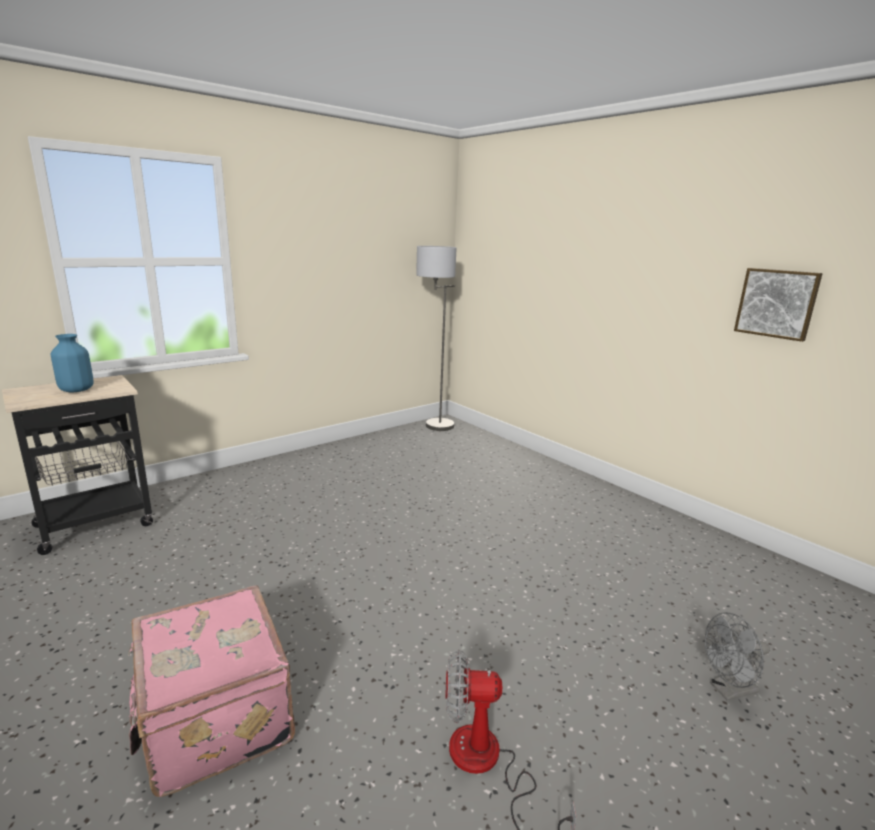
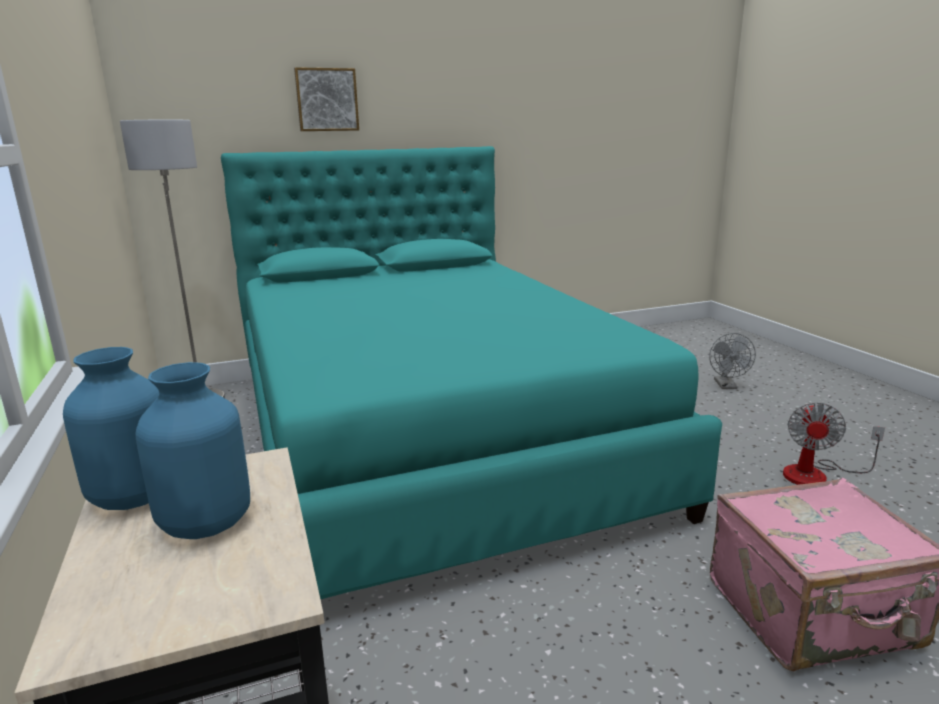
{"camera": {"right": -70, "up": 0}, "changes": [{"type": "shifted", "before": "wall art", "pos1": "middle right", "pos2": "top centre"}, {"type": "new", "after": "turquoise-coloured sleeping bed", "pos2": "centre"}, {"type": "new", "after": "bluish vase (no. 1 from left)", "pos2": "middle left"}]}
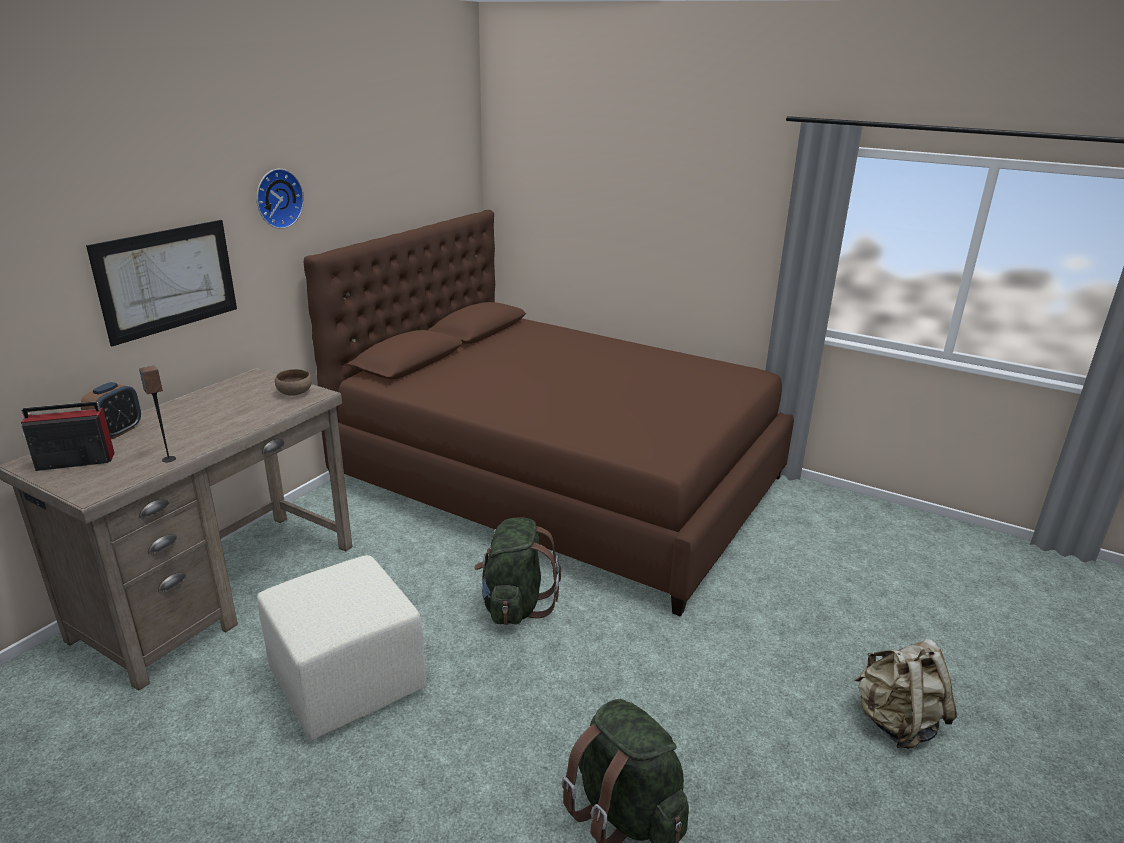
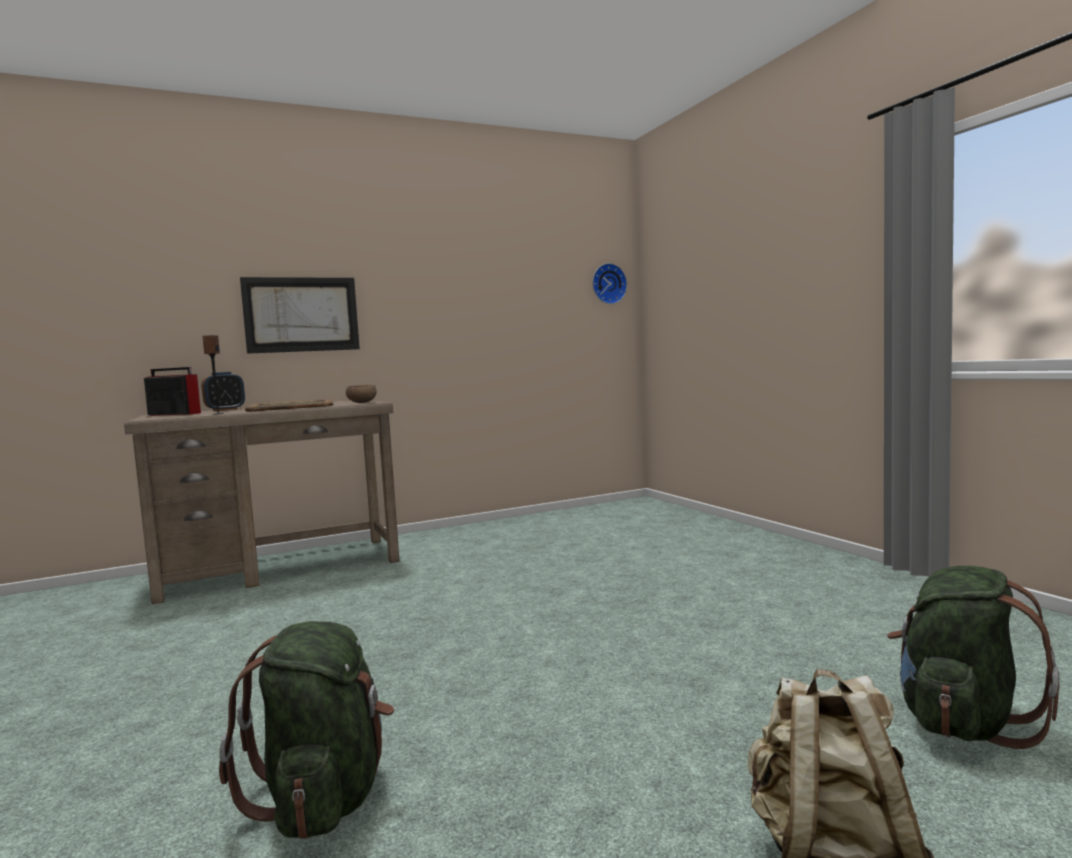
{"camera": {"right": 35, "up": -20}, "changes": [{"type": "shifted", "before": "clock on the wall", "pos1": "top left", "pos2": "top centre"}, {"type": "gone", "before": "brown sleeping bed", "pos1": "centre"}, {"type": "shifted", "before": "greenish knapsack (no. 1 from left in the first image)", "after": "greenish knapsack (no. 2 from left)", "pos1": "bottom centre", "pos2": "bottom right"}, {"type": "gone", "before": "sand-coloured ottoman", "pos1": "bottom left"}, {"type": "new", "after": "tray", "pos2": "middle left"}]}
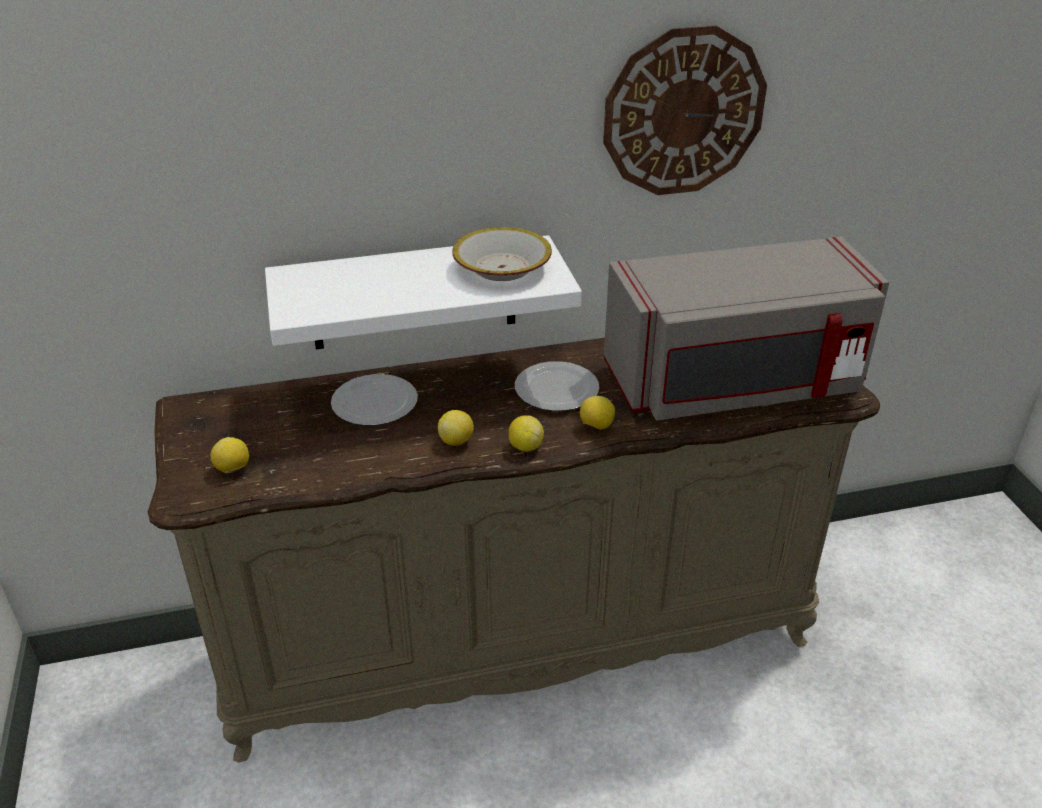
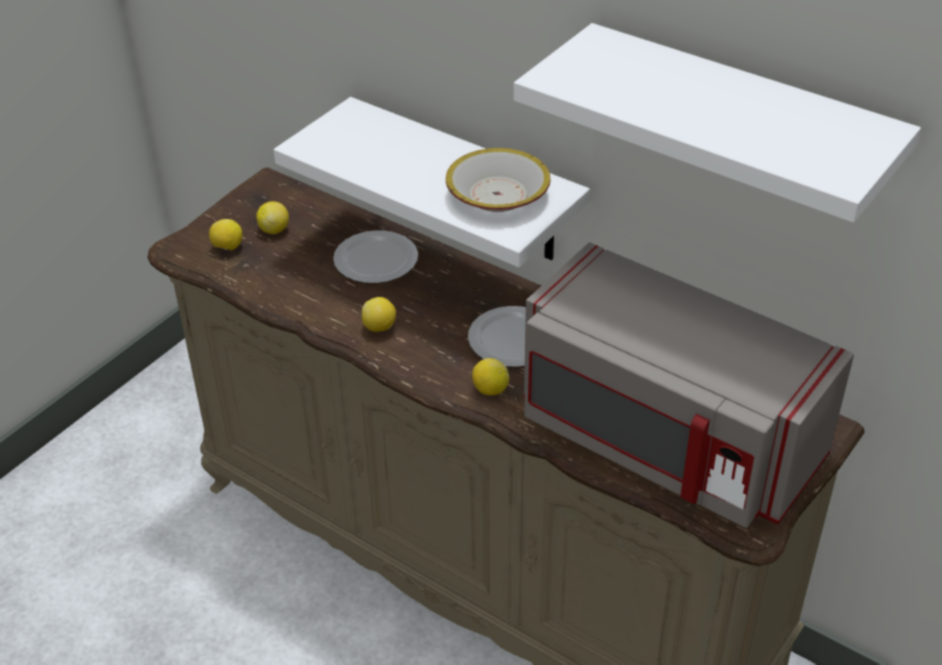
{"camera": {"right": 50, "up": 5}, "changes": [{"type": "swapped", "before": "clock on the wall", "after": "white-coloured shelf (no. 2 from left)", "pos1": "top centre", "pos2": "top right"}, {"type": "shifted", "before": "lemon (no. 3 from left in the first image)", "after": "lemon (no. 2 from left)", "pos1": "centre", "pos2": "top left"}]}
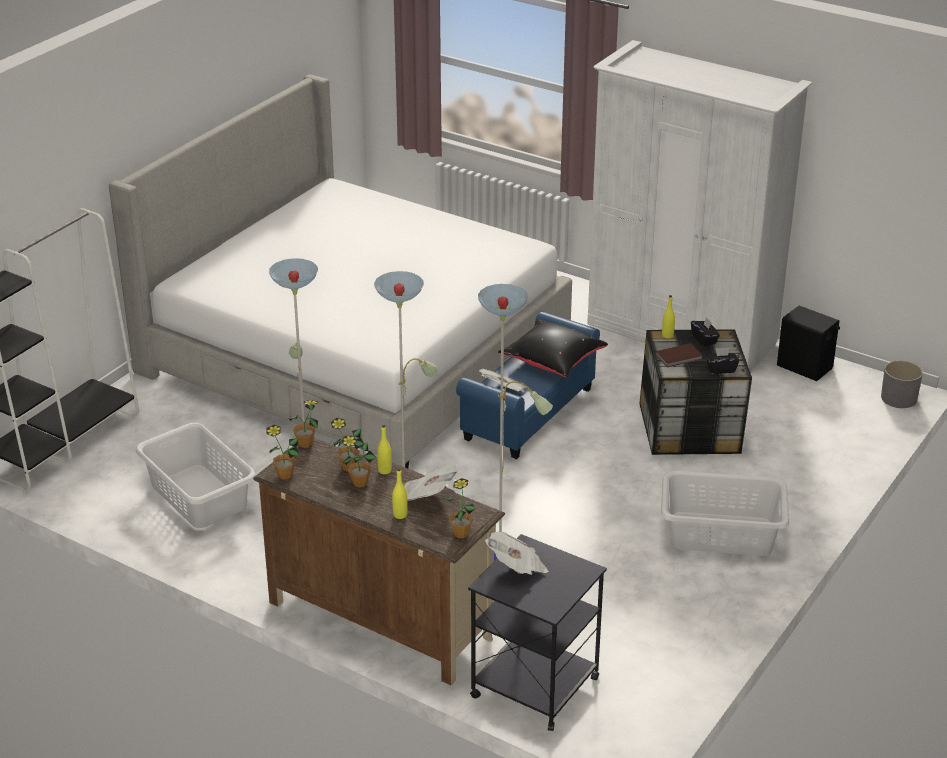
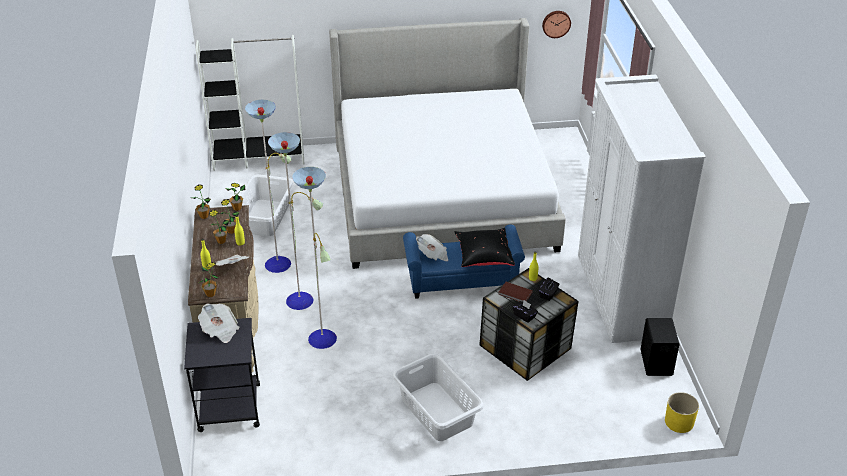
{"camera": {"right": 50, "up": 5}, "changes": [{"type": "repainted", "before": "grey planter", "after": "yellowish planter", "pos1": "middle right", "pos2": "bottom right"}, {"type": "new", "after": "clock on the wall", "pos2": "top centre"}]}
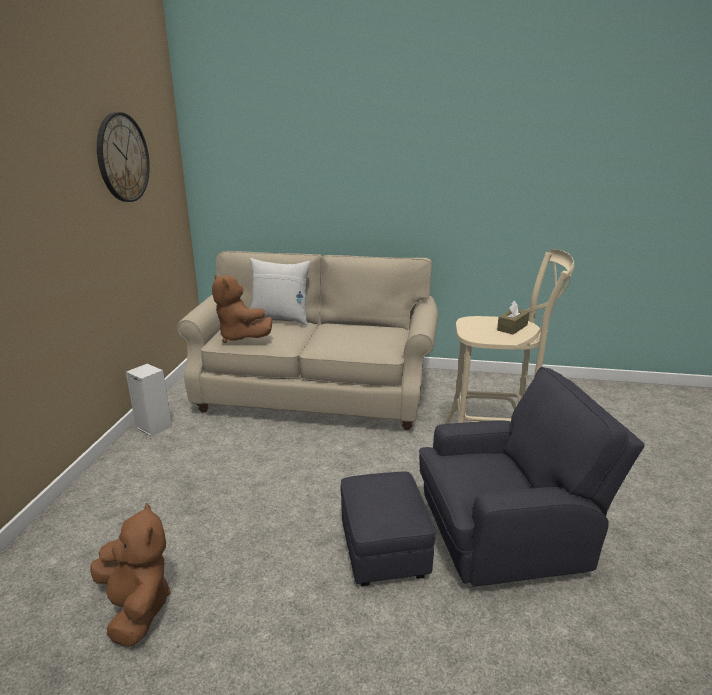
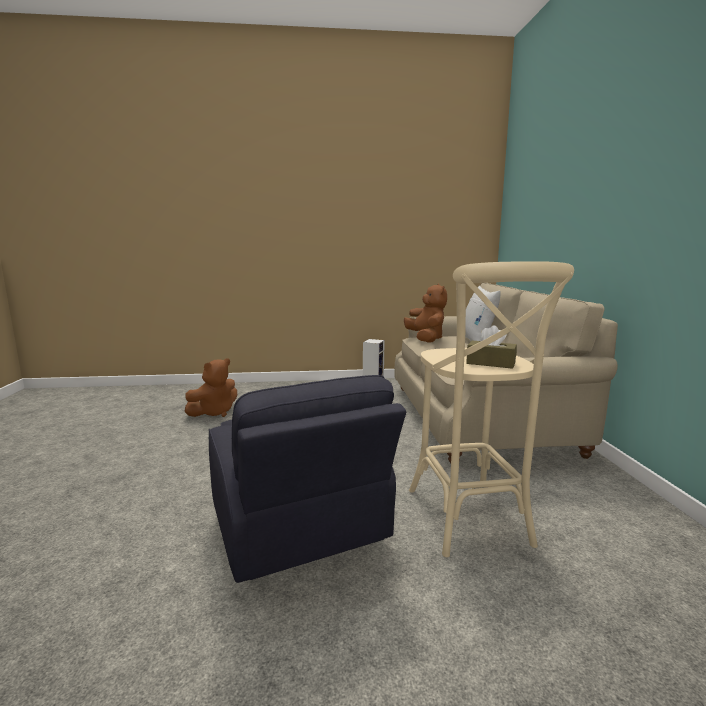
{"camera": {"right": 75, "up": -10}, "changes": [{"type": "gone", "before": "clock on the wall", "pos1": "top left"}, {"type": "rotated", "before": "brown cuddly toy (no. 2 from left)", "pos1": "centre", "pos2": "centre", "turn": 135}]}
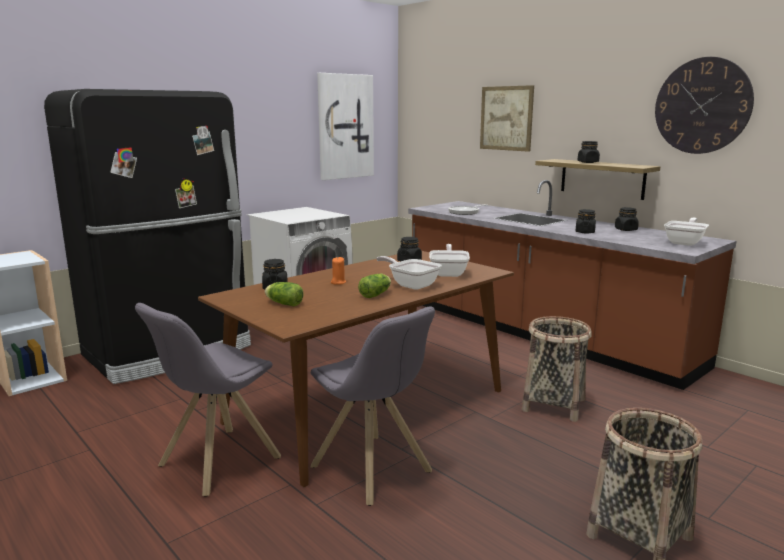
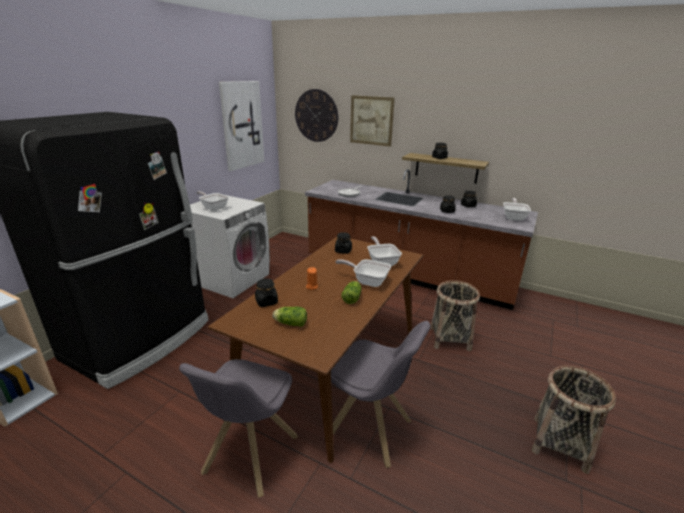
{"camera": {"right": -20, "up": 10}, "changes": [{"type": "shifted", "before": "clock on the wall", "pos1": "top right", "pos2": "top centre"}, {"type": "new", "after": "pan (no. 1 from left)", "pos2": "middle left"}]}
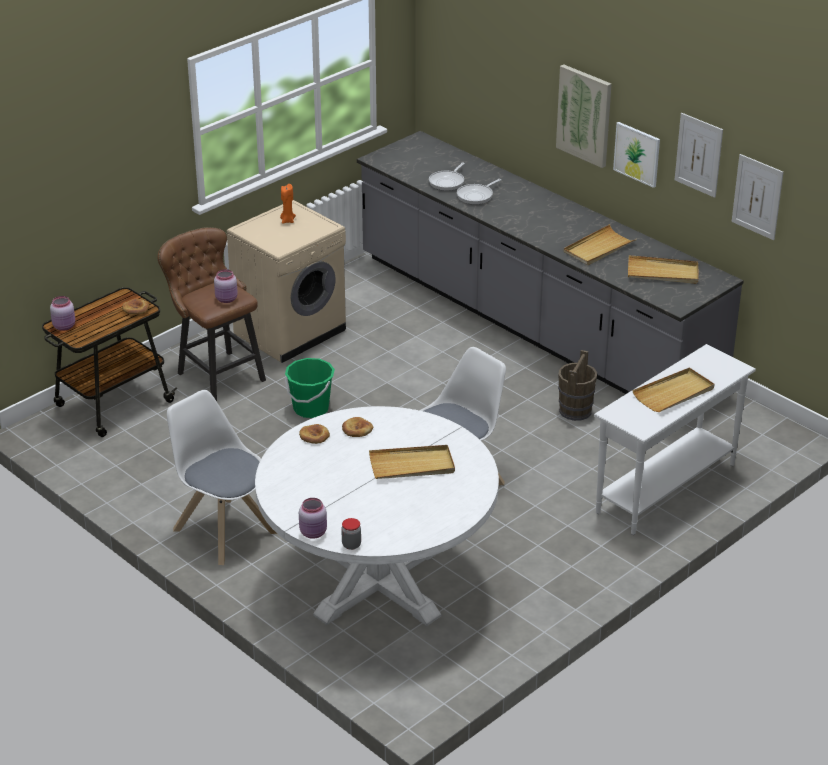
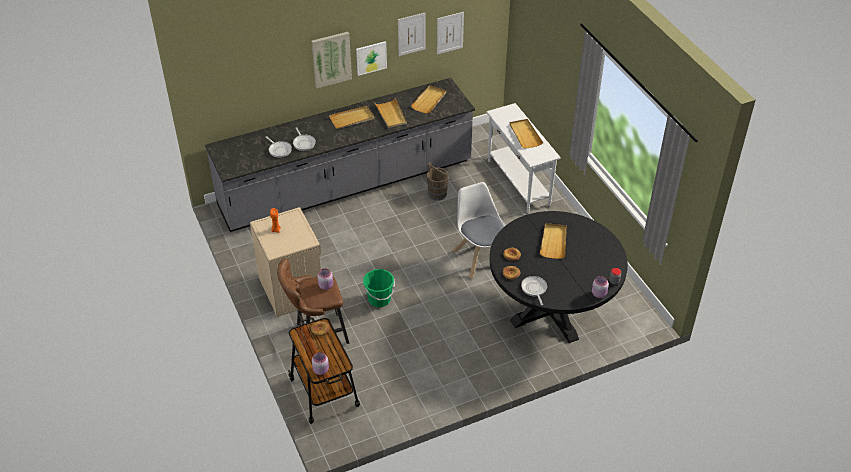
{"camera": {"right": -70, "up": 10}, "changes": [{"type": "gone", "before": "upright chair (no. 1 from left)", "pos1": "middle left"}, {"type": "repainted", "before": "white-coloured dining table", "after": "black dining table", "pos1": "bottom centre", "pos2": "centre"}, {"type": "new", "after": "sand-coloured tray (no. 1 from left)", "pos2": "top centre"}, {"type": "new", "after": "pan (no. 3 from left)", "pos2": "centre"}]}
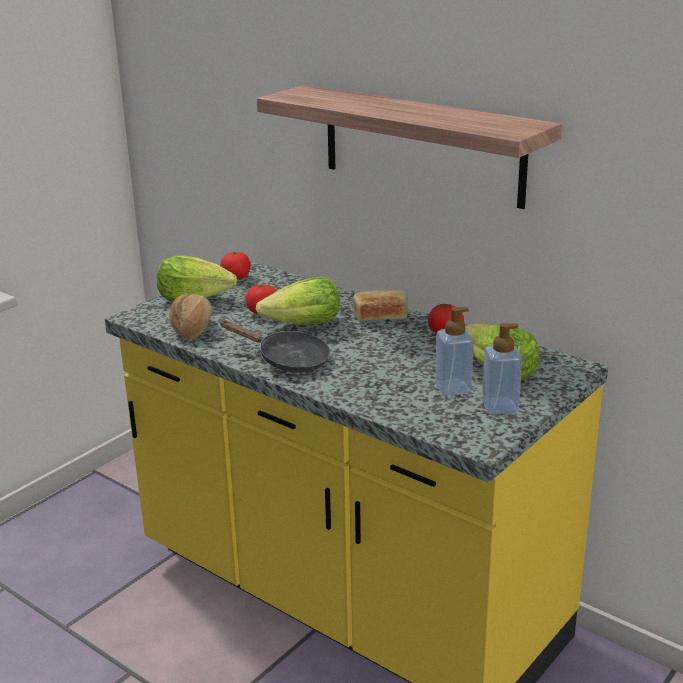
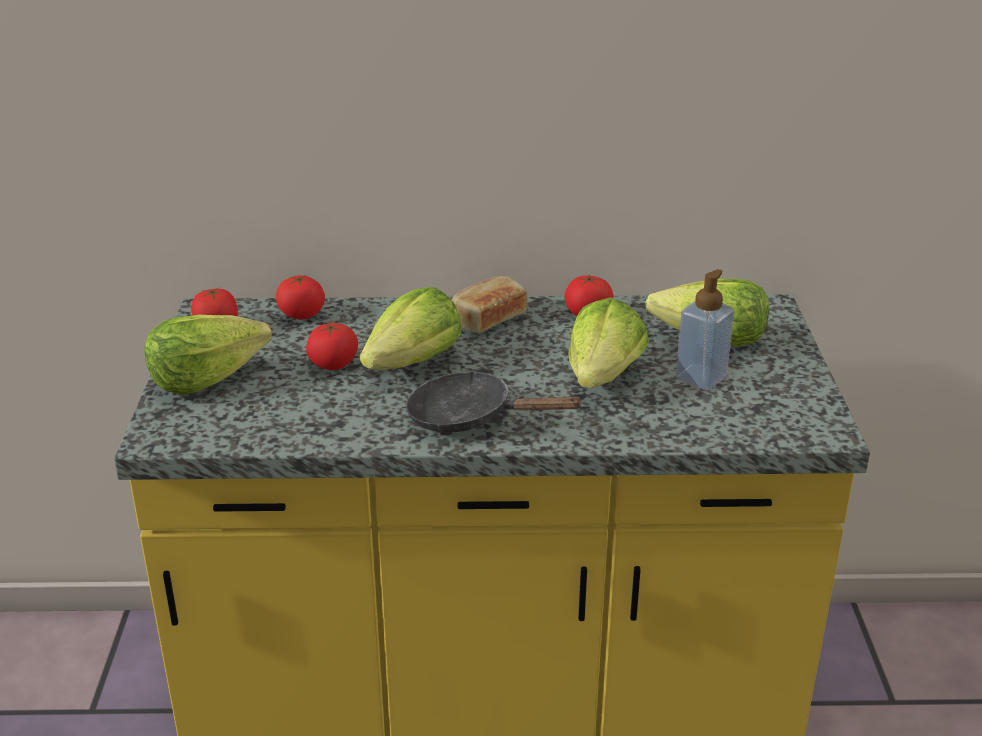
{"camera": {"right": -40, "up": 5}, "changes": [{"type": "gone", "before": "shelf", "pos1": "top centre"}, {"type": "gone", "before": "bakery bread (no. 1 from left)", "pos1": "middle left"}, {"type": "rotated", "before": "black pan", "pos1": "centre", "pos2": "centre", "turn": -150}, {"type": "gone", "before": "soap bottle (no. 2 from left)", "pos1": "middle right"}, {"type": "new", "after": "whole tomato (no. 2 from left)", "pos2": "middle left"}, {"type": "new", "after": "lettuce head (no. 3 from left)", "pos2": "centre"}]}
